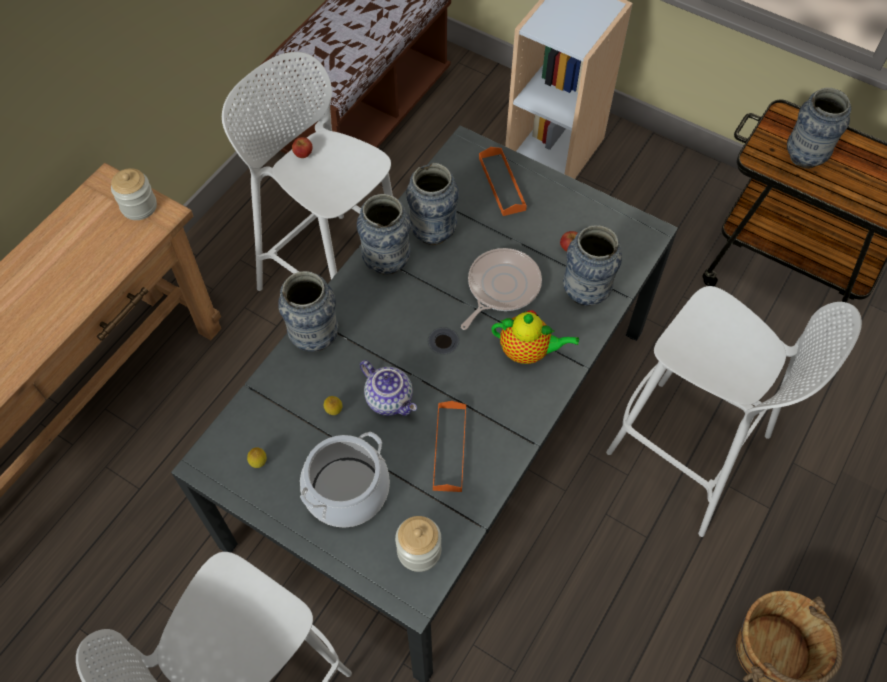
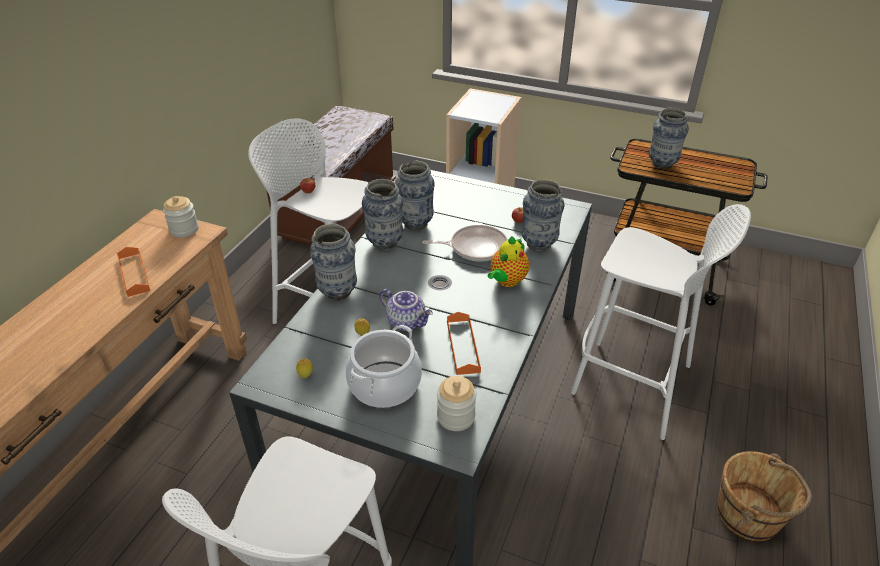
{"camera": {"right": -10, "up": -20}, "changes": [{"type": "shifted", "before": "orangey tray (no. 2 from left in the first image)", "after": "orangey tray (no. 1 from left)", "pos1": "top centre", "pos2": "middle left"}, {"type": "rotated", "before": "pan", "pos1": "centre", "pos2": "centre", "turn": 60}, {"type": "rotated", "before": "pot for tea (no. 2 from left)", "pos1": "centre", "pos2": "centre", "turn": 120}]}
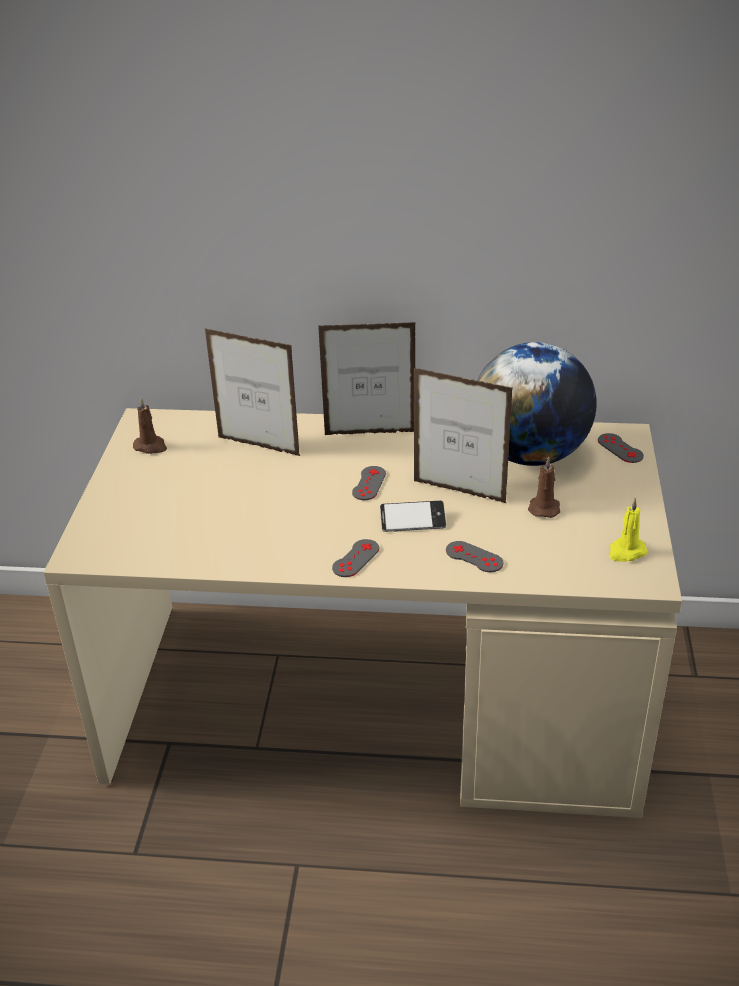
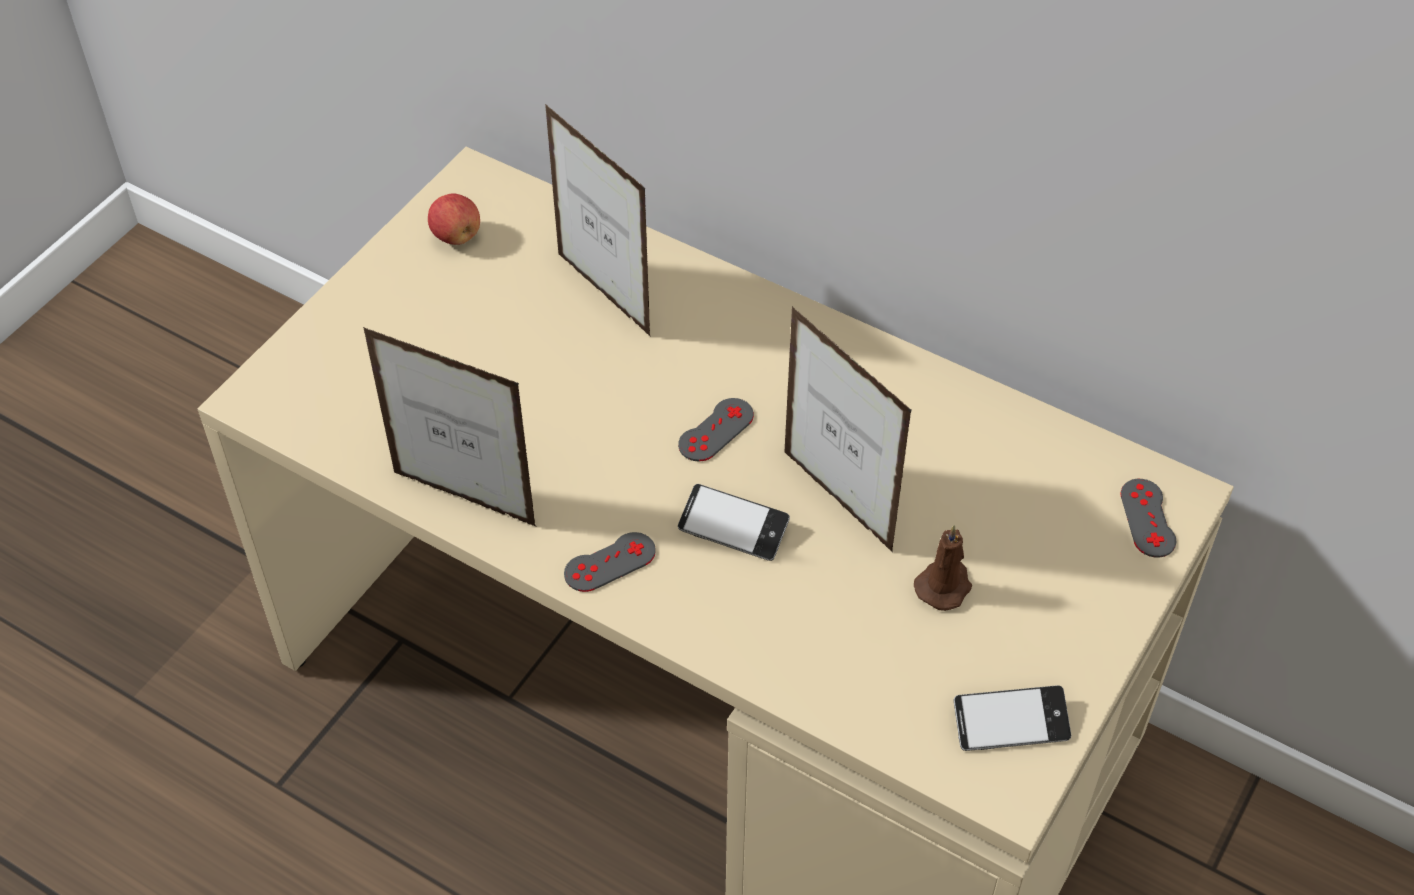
{"camera": {"right": 25, "up": 15}, "changes": [{"type": "shifted", "before": "photo frame (no. 2 from left in the first image)", "after": "photo frame (no. 1 from left)", "pos1": "centre", "pos2": "middle left"}, {"type": "gone", "before": "globe", "pos1": "middle right"}, {"type": "swapped", "before": "brown wax candle (no. 1 from left)", "after": "whole apple", "pos1": "middle left", "pos2": "top left"}, {"type": "swapped", "before": "yellowish wax candle", "after": "phone (no. 2 from left)", "pos1": "middle right", "pos2": "bottom right"}, {"type": "gone", "before": "grey gamepad (no. 3 from left)", "pos1": "centre"}]}
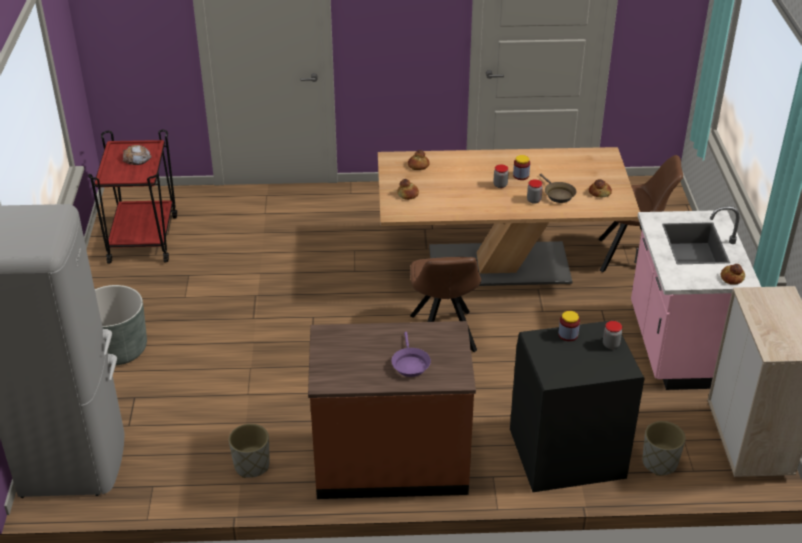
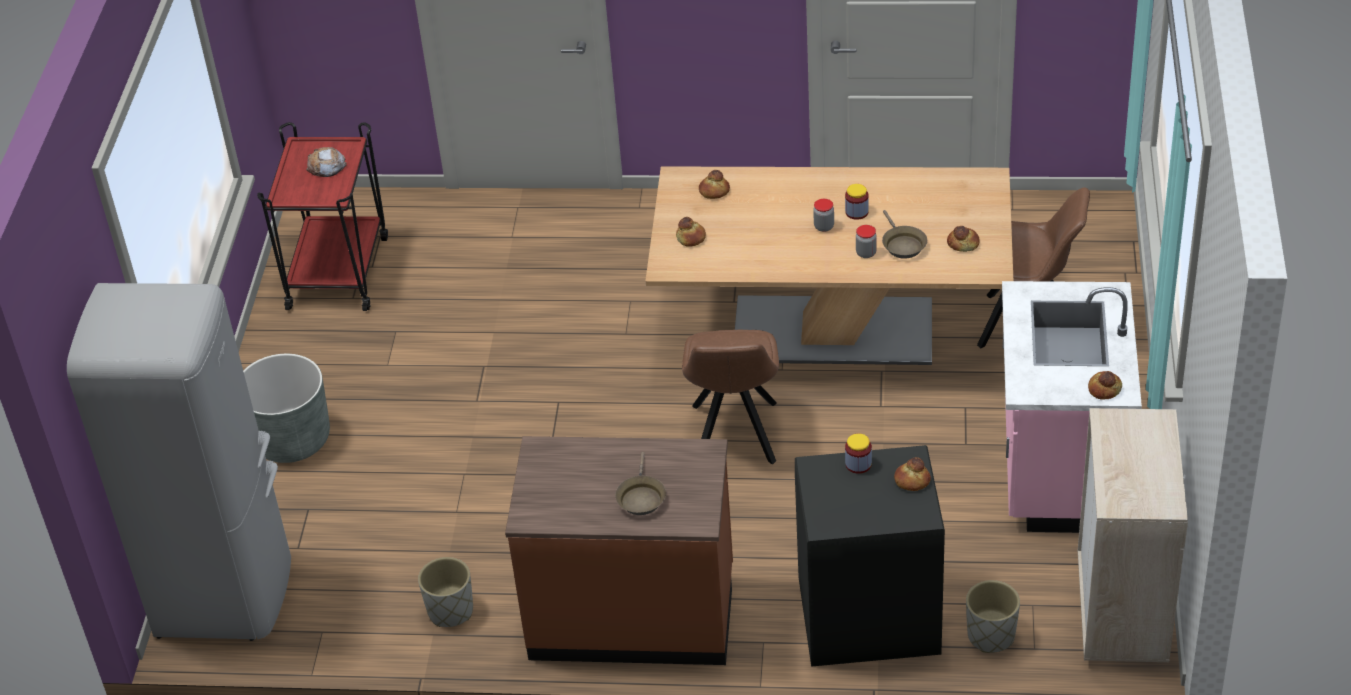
{"camera": {"right": 10, "up": 5}, "changes": [{"type": "swapped", "before": "jar (no. 5 from left)", "after": "bakery bread (no. 4 from left)", "pos1": "middle right", "pos2": "bottom right"}, {"type": "repainted", "before": "purple pan", "after": "brown pan (no. 1 from left)", "pos1": "centre", "pos2": "bottom centre"}]}
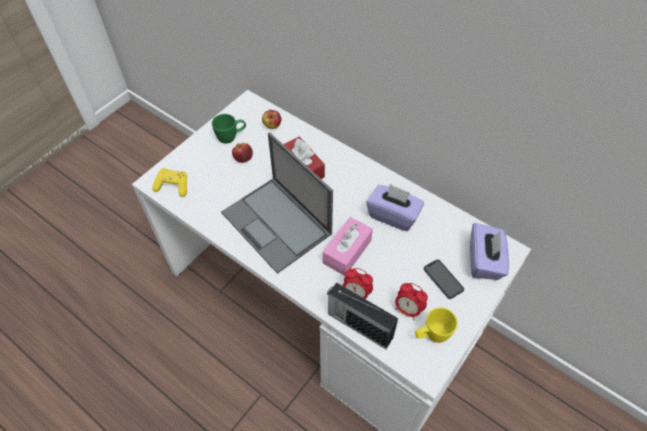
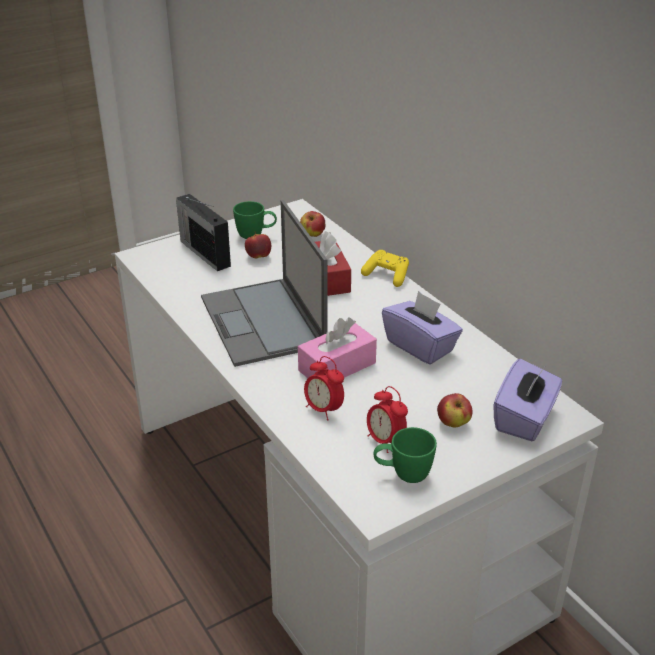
{"camera": {"right": 20, "up": -20}, "changes": [{"type": "shifted", "before": "yellowish gamepad", "pos1": "middle left", "pos2": "centre"}, {"type": "swapped", "before": "phone", "after": "whole apple (no. 3 from left)", "pos1": "middle right", "pos2": "middle right"}, {"type": "shifted", "before": "radio", "pos1": "bottom centre", "pos2": "middle left"}, {"type": "repainted", "before": "yellowish tea mug", "after": "greenish tea mug (no. 2 from left)", "pos1": "bottom right", "pos2": "bottom centre"}]}
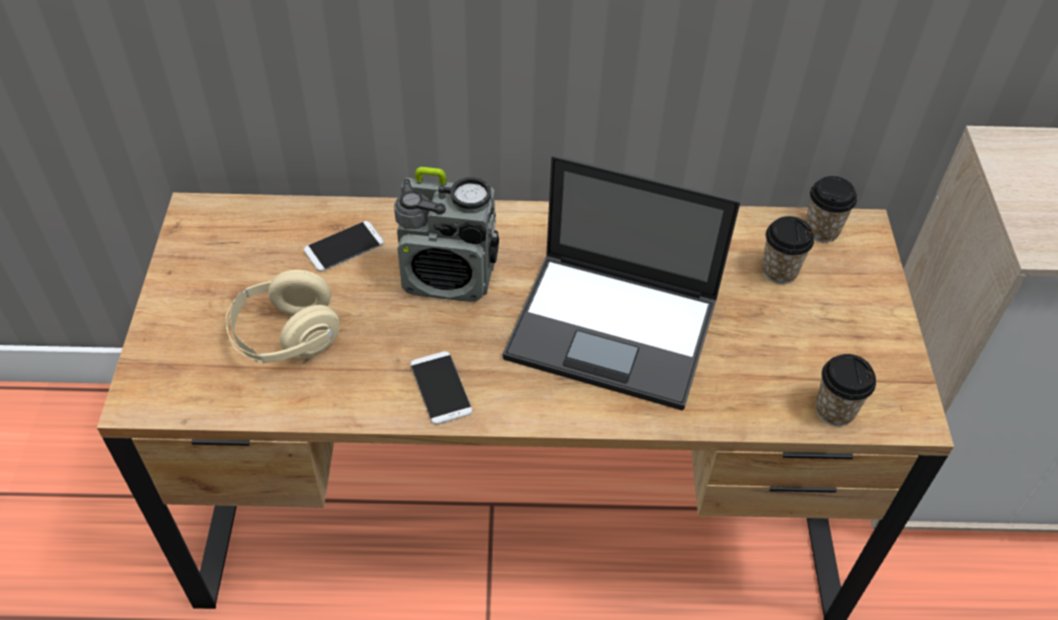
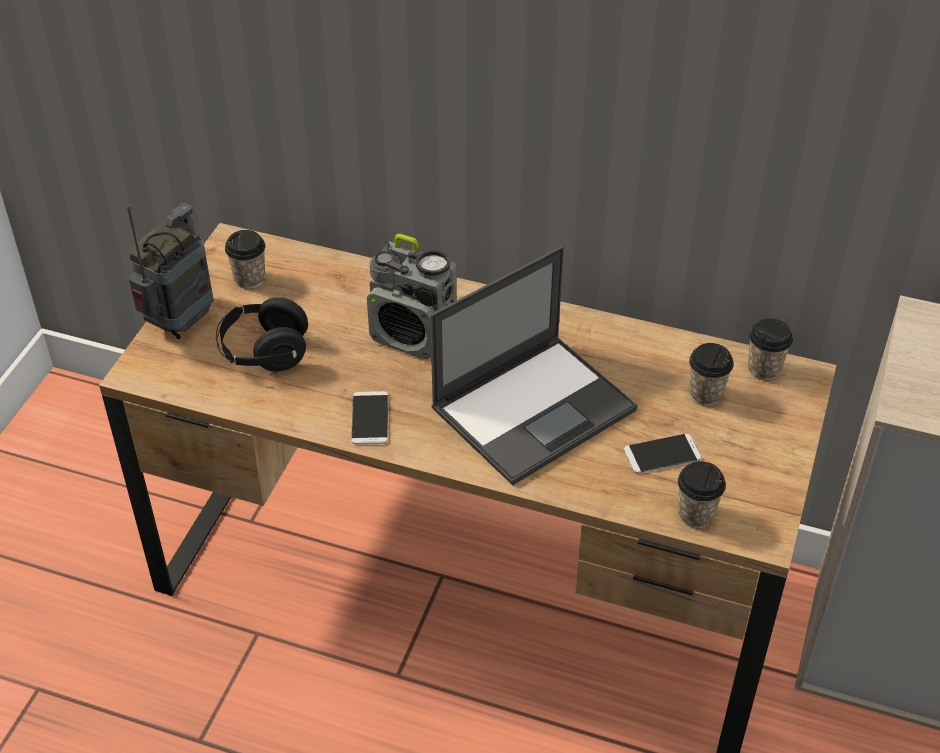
{"camera": {"right": 20, "up": -5}, "changes": [{"type": "rotated", "before": "portable computer", "pos1": "centre", "pos2": "centre", "turn": -75}, {"type": "shifted", "before": "phone (no. 1 from left in the first image)", "after": "phone (no. 2 from left)", "pos1": "middle left", "pos2": "middle right"}, {"type": "repainted", "before": "sand-coloured pair of headphones", "after": "black pair of headphones", "pos1": "middle left", "pos2": "middle left"}, {"type": "new", "after": "radio (no. 1 from left)", "pos2": "middle left"}, {"type": "new", "after": "drinking cup (no. 1 from left)", "pos2": "middle left"}]}
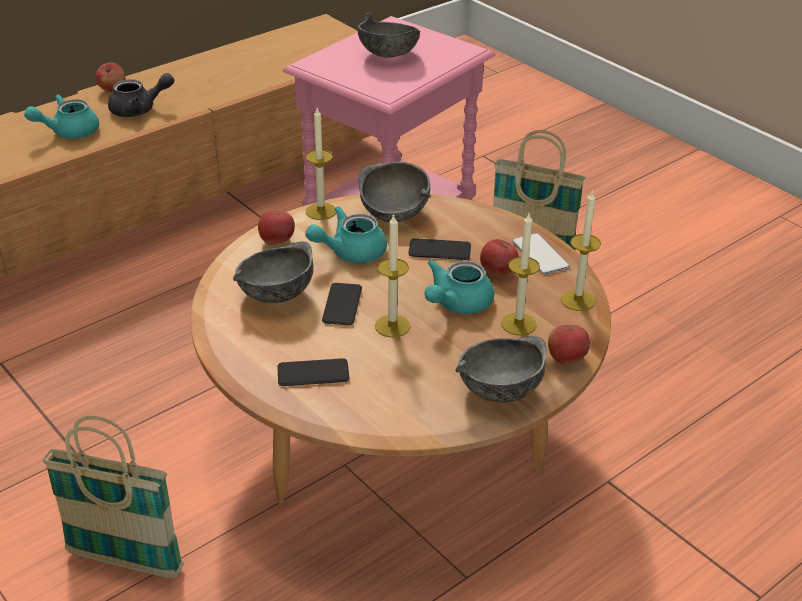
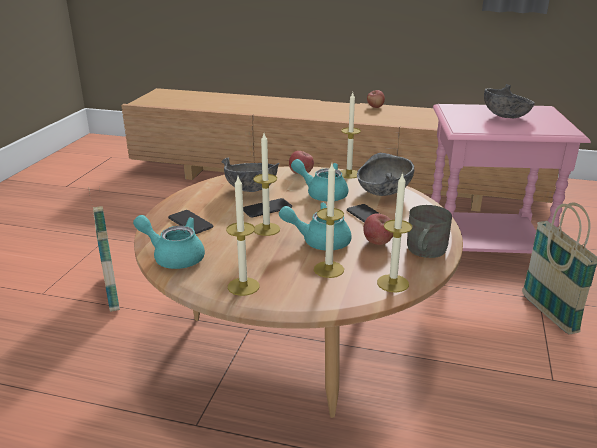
{"camera": {"right": 55, "up": -10}, "changes": [{"type": "gone", "before": "grey pot for tea", "pos1": "top left"}, {"type": "shifted", "before": "turquoise-coloured pot for tea (no. 1 from left)", "pos1": "top left", "pos2": "middle left"}, {"type": "swapped", "before": "phone (no. 4 from left)", "after": "grey tea mug", "pos1": "middle right", "pos2": "middle right"}, {"type": "gone", "before": "whole apple (no. 4 from left)", "pos1": "middle right"}, {"type": "swapped", "before": "grey serving bowl (no. 4 from left)", "after": "wax candle (no. 1 from left)", "pos1": "centre", "pos2": "centre"}]}
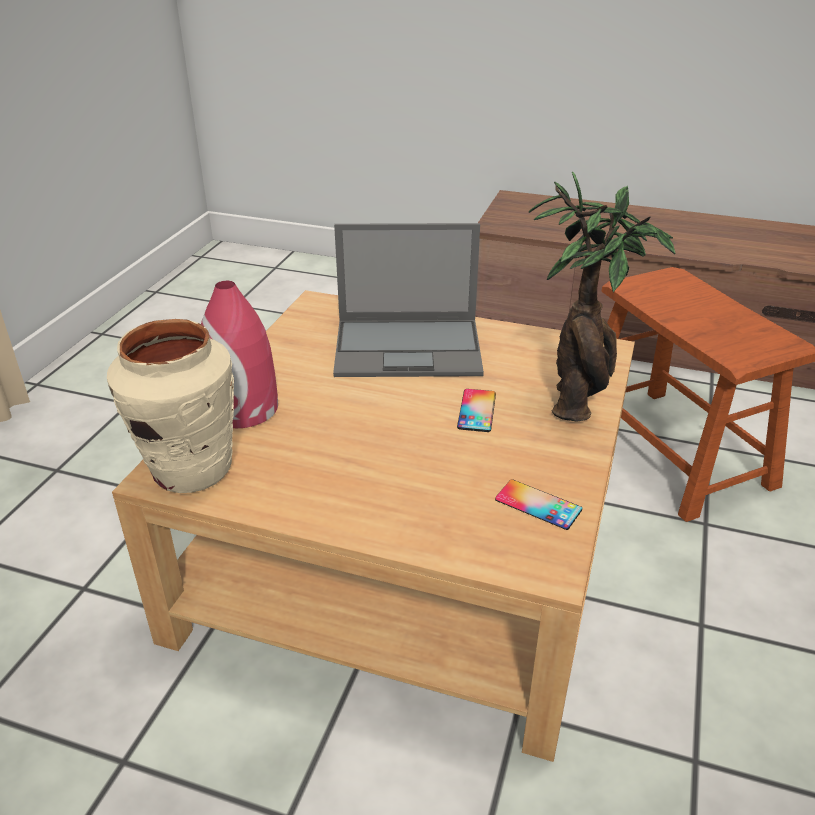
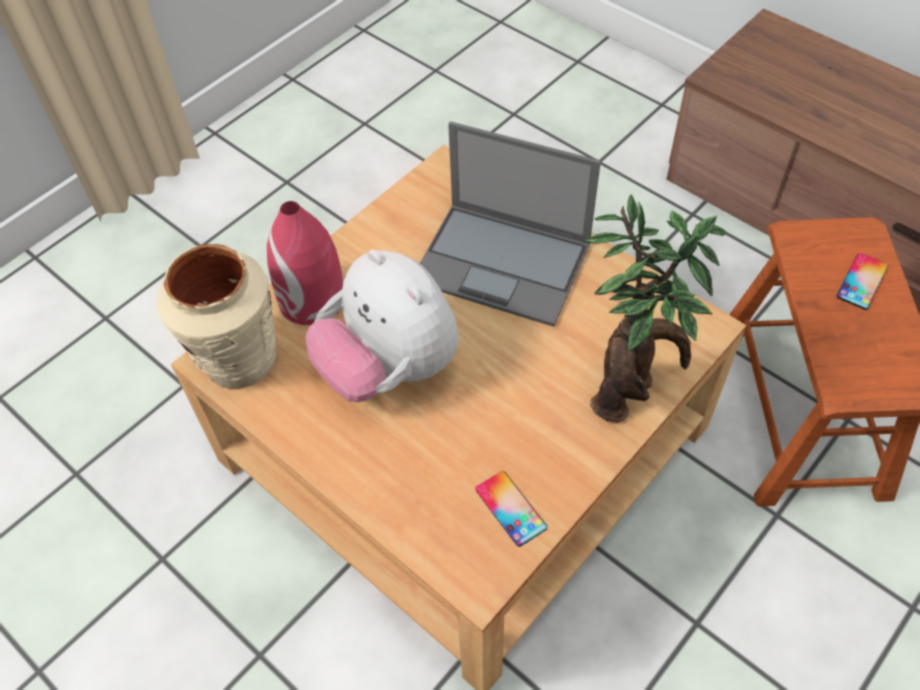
{"camera": {"right": 25, "up": 20}, "changes": [{"type": "shifted", "before": "phone (no. 1 from left in the first image)", "after": "phone (no. 2 from left)", "pos1": "centre", "pos2": "middle right"}, {"type": "new", "after": "cuddly toy", "pos2": "centre"}]}
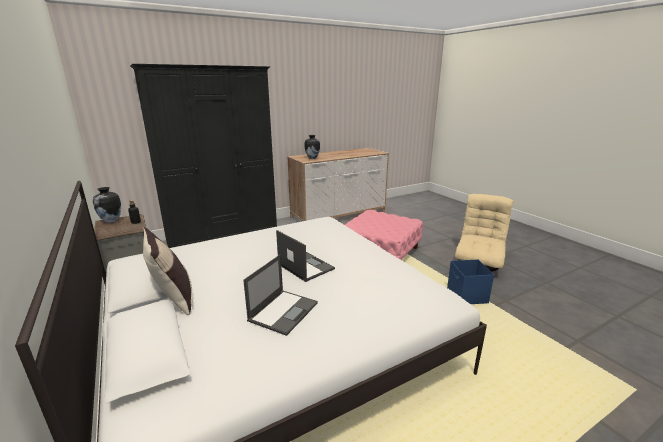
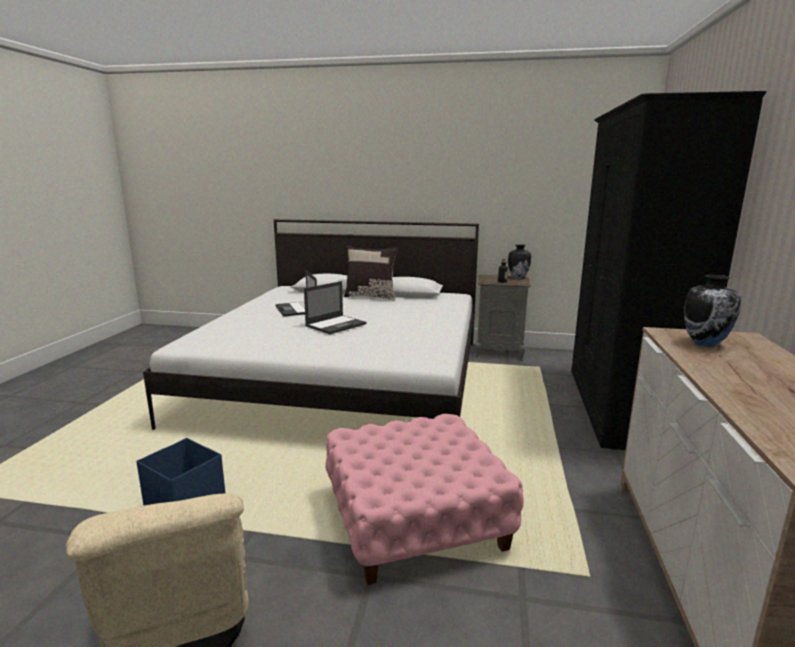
{"camera": {"right": 130, "up": -5}, "changes": [{"type": "rotated", "before": "portable computer (no. 2 from left)", "pos1": "centre", "pos2": "centre", "turn": -45}]}
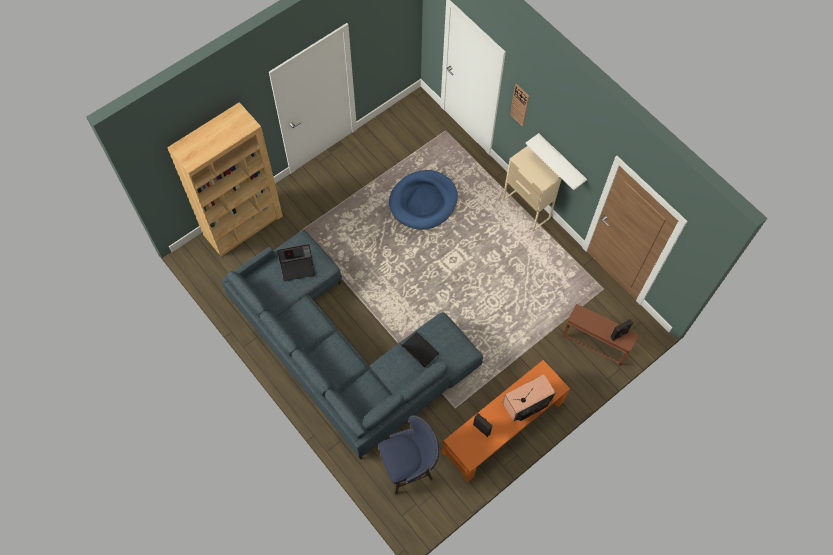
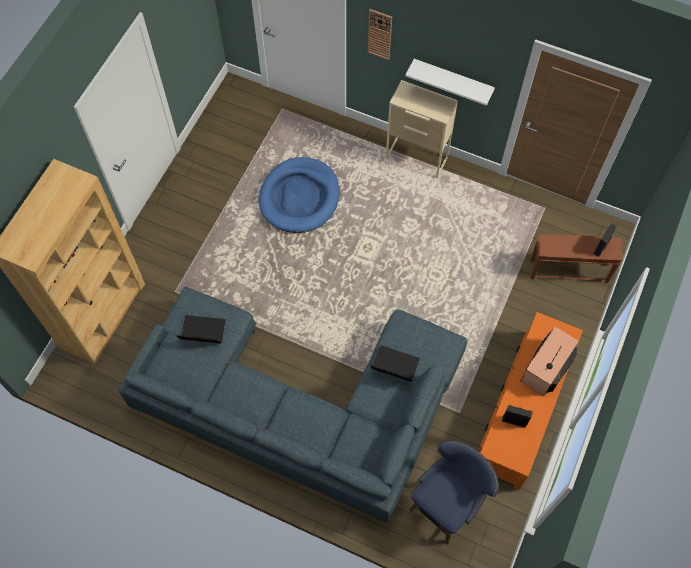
{"camera": {"right": -25, "up": 0}, "changes": [{"type": "rotated", "before": "portable computer (no. 1 from left)", "pos1": "centre", "pos2": "middle left", "turn": -135}]}
